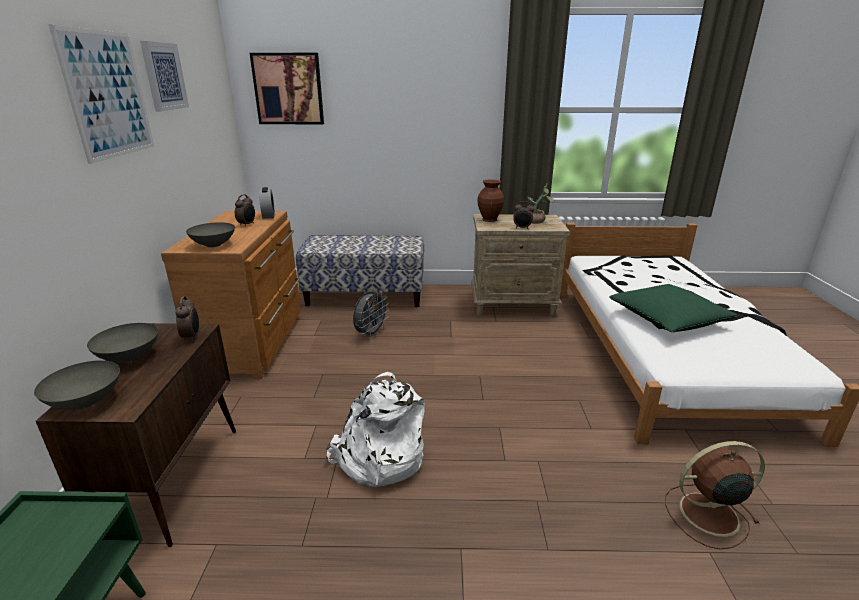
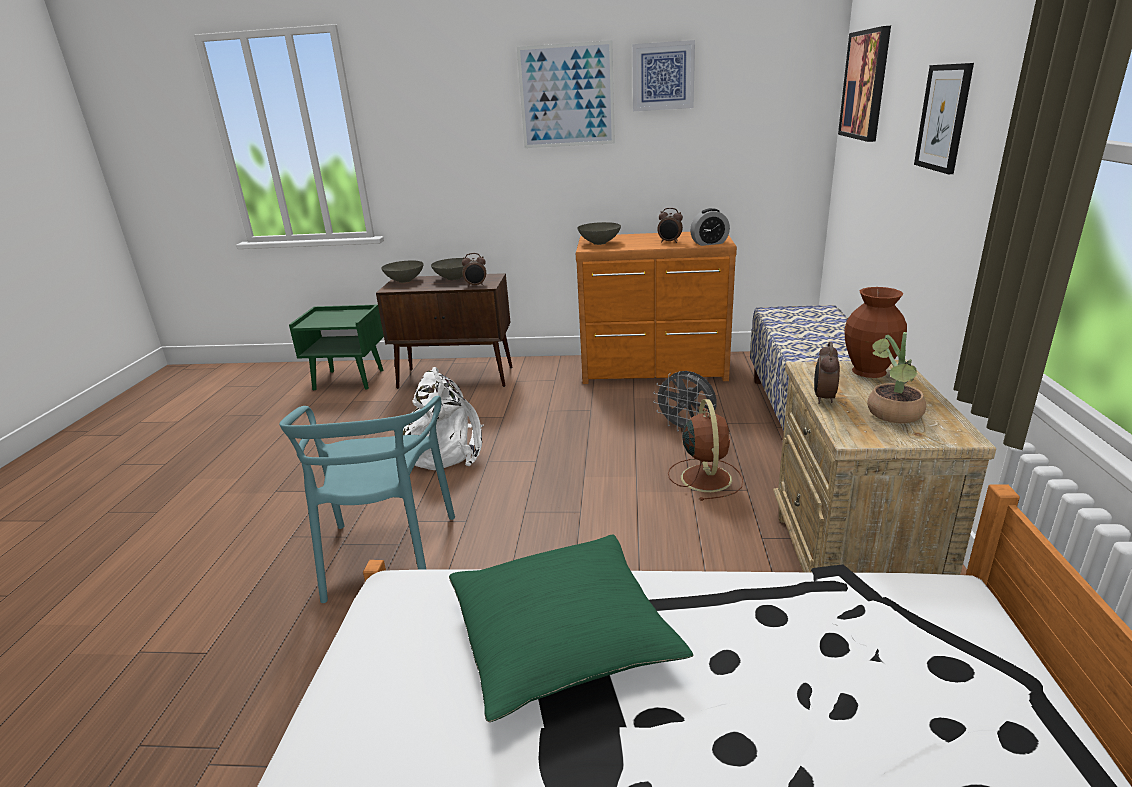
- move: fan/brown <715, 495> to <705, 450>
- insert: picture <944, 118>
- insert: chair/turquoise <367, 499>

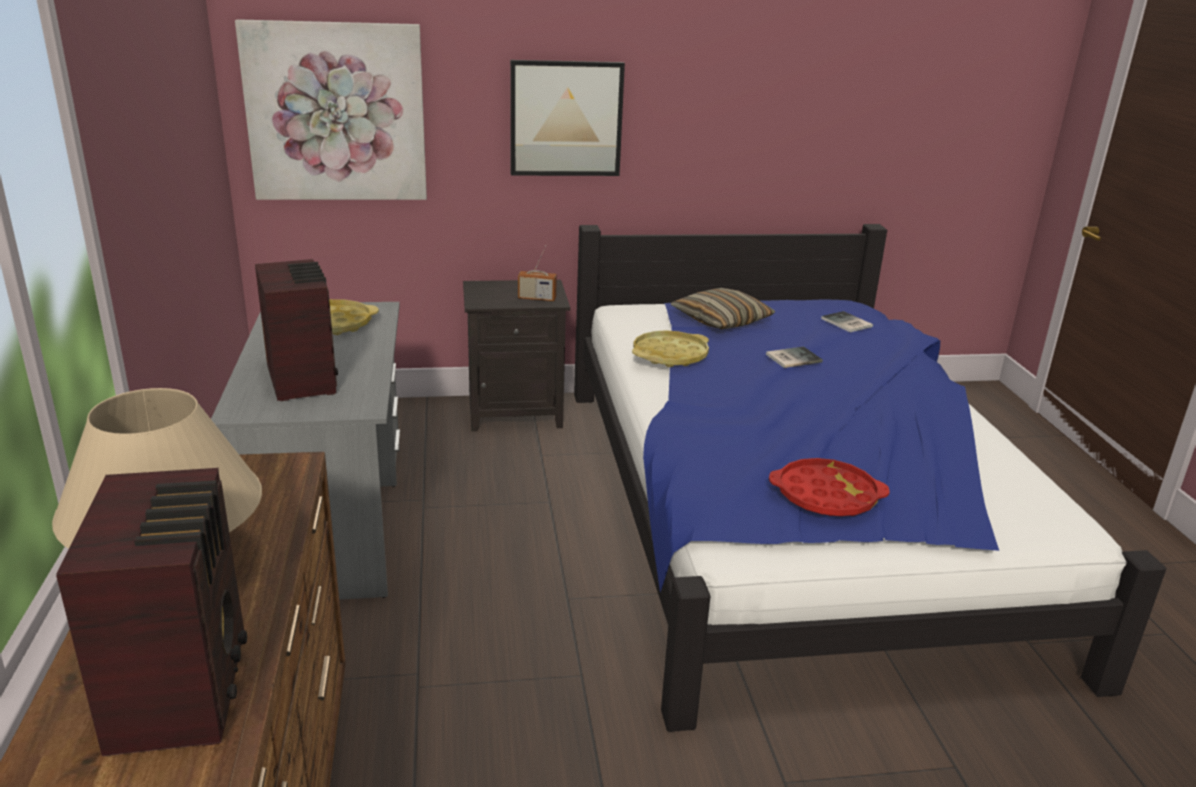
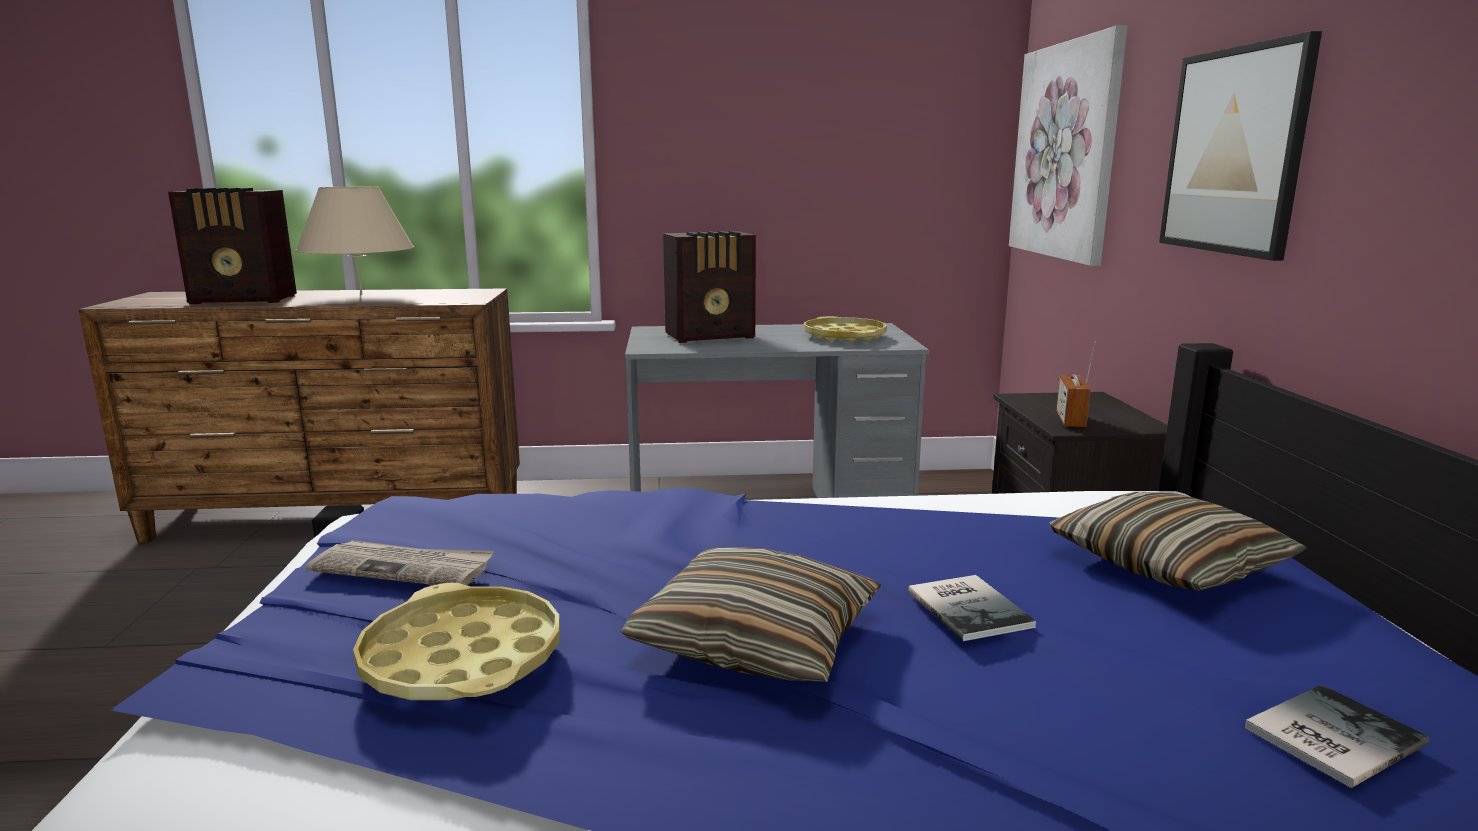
- move: tray/yellow <670, 348> to <456, 641>
- replace: tray/red <829, 487> to newspaper <400, 562>
- insert: pillow <751, 614>

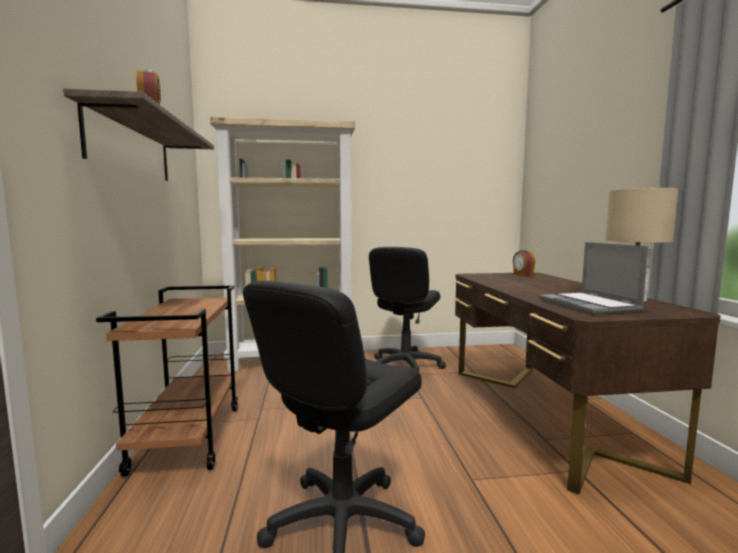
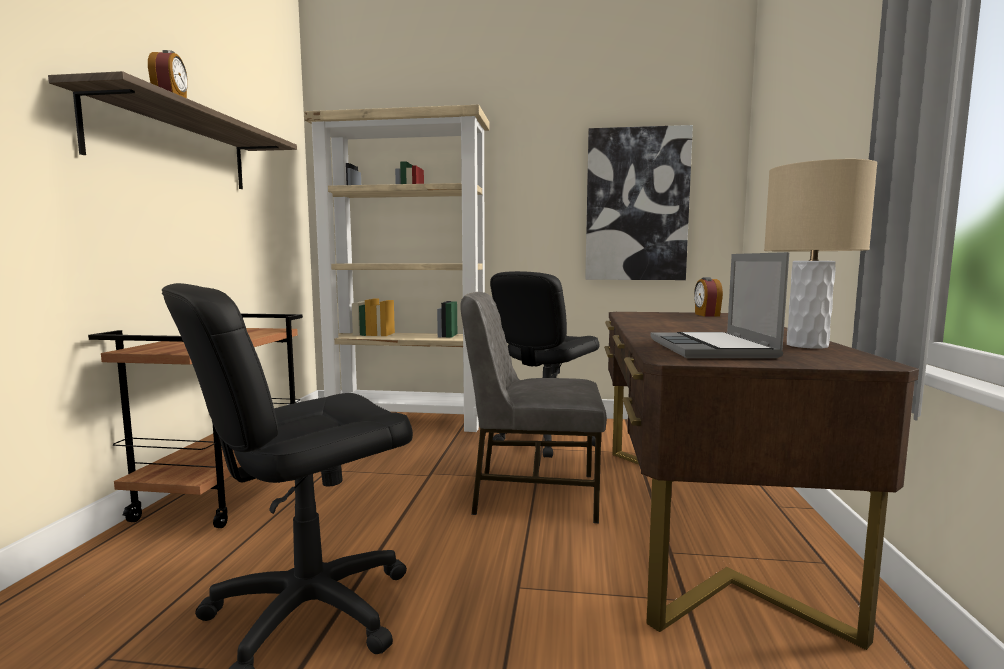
- insert: picture <639, 202>
- insert: chair/grey <533, 407>

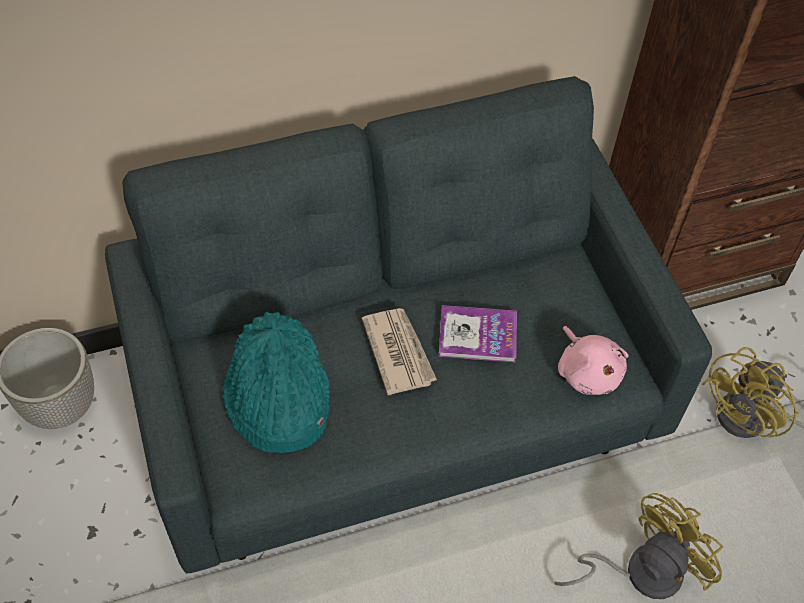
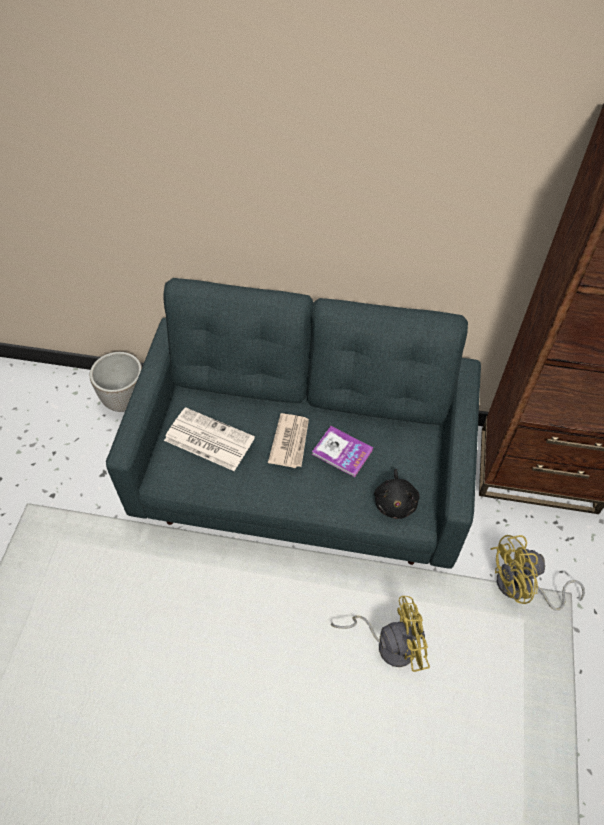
- replace: hat/turquoise <276, 382> to newspaper <209, 439>
- recolor: plush toy/pink <593, 360> to plush toy/black <397, 494>

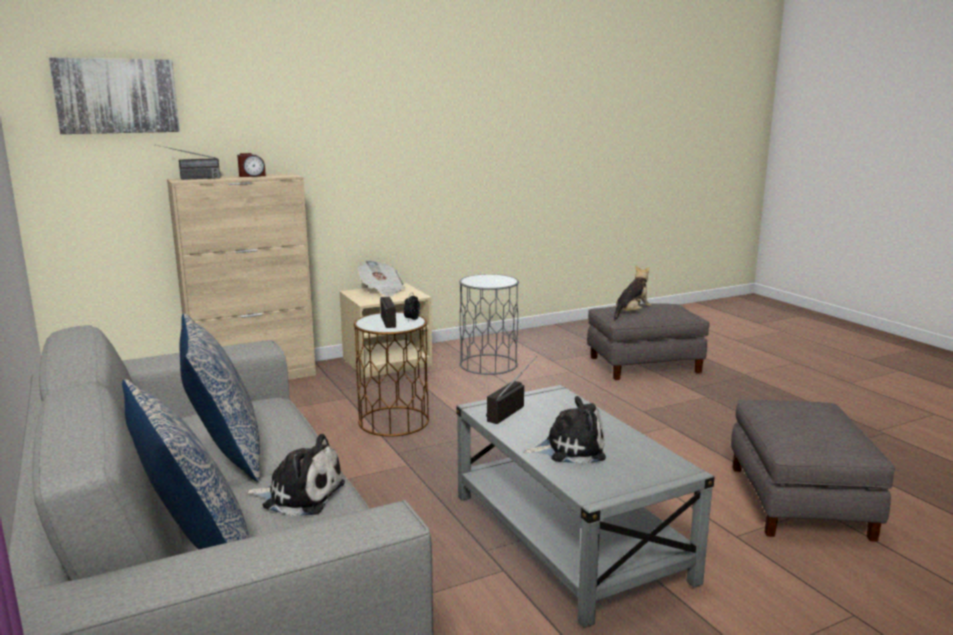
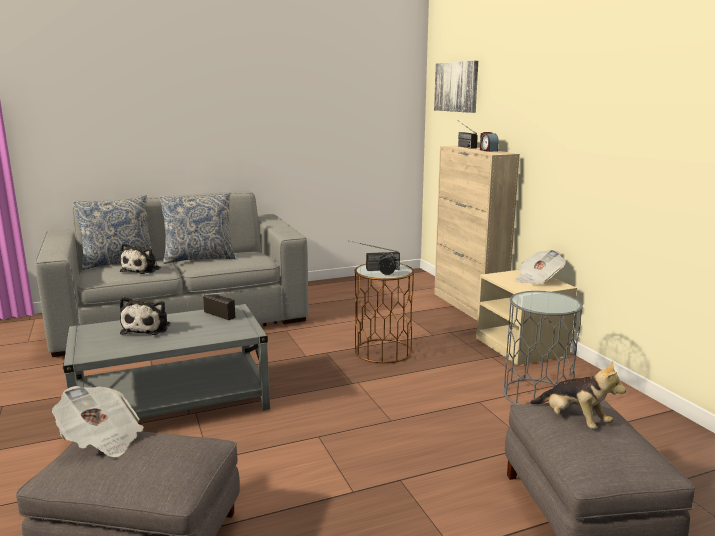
- insert: newspaper <98, 421>

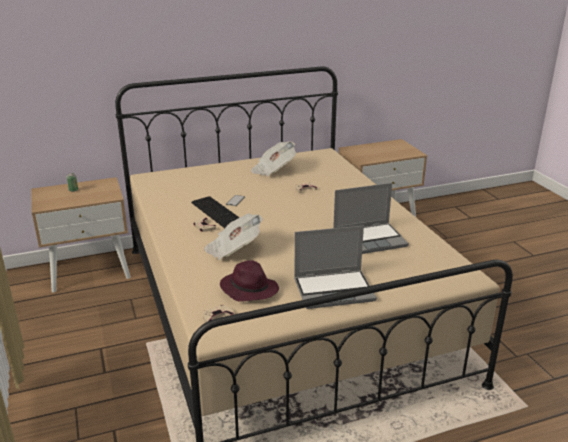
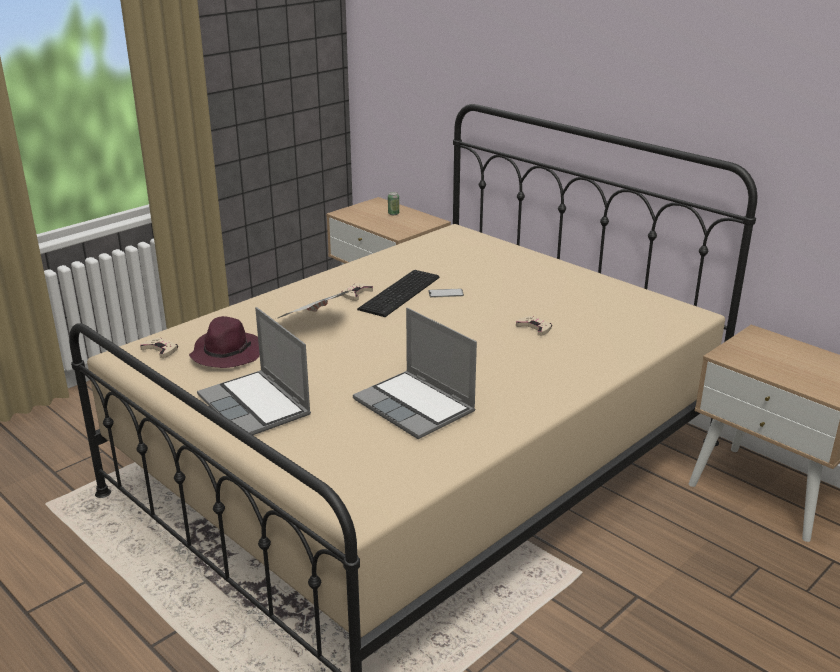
- delete: newspaper <273, 158>

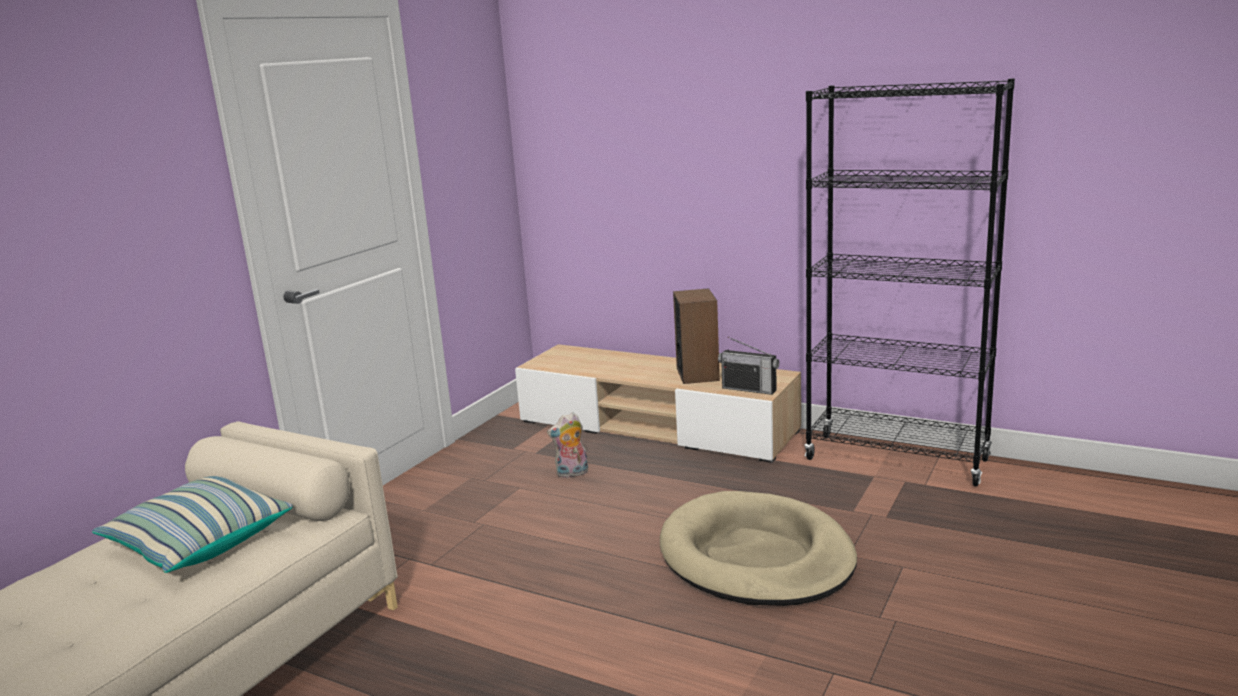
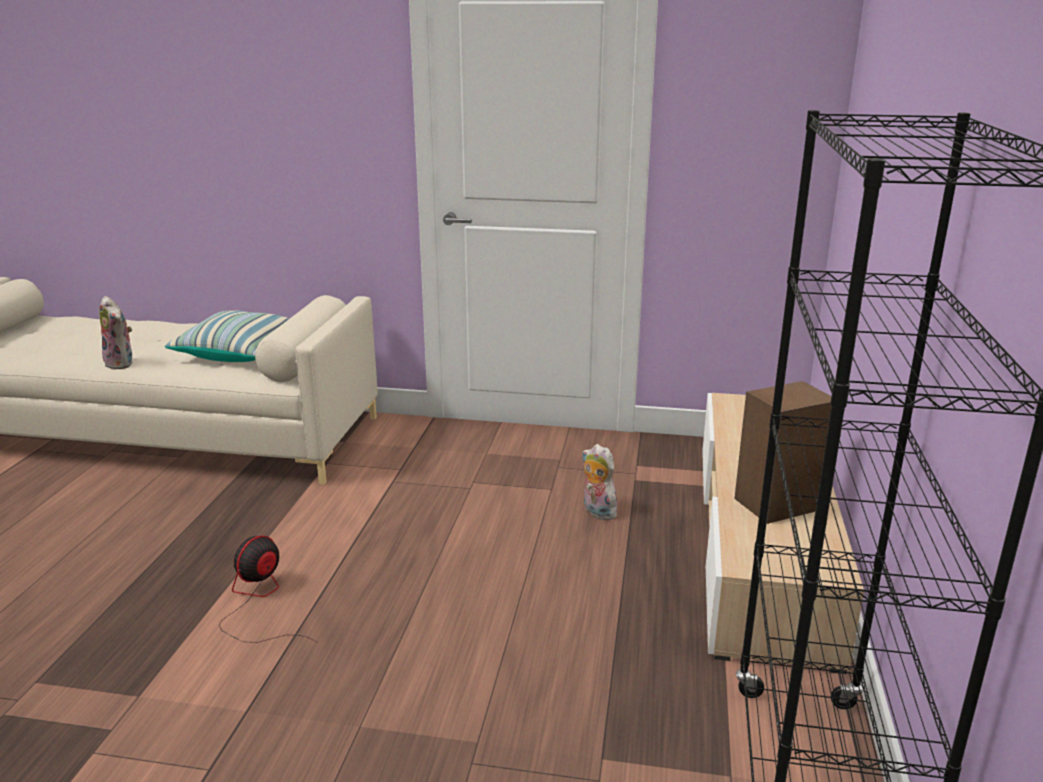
- delete: radio <748, 366>
- delete: dog bed/beige <758, 548>
- insert: plush toy <115, 333>
- insert: fan <268, 589>

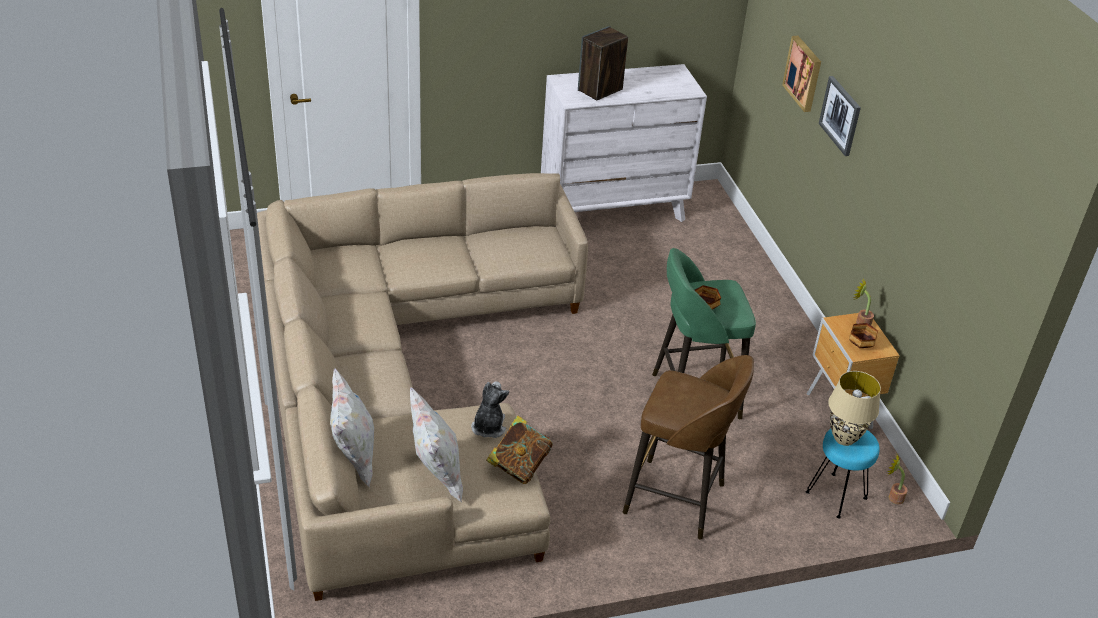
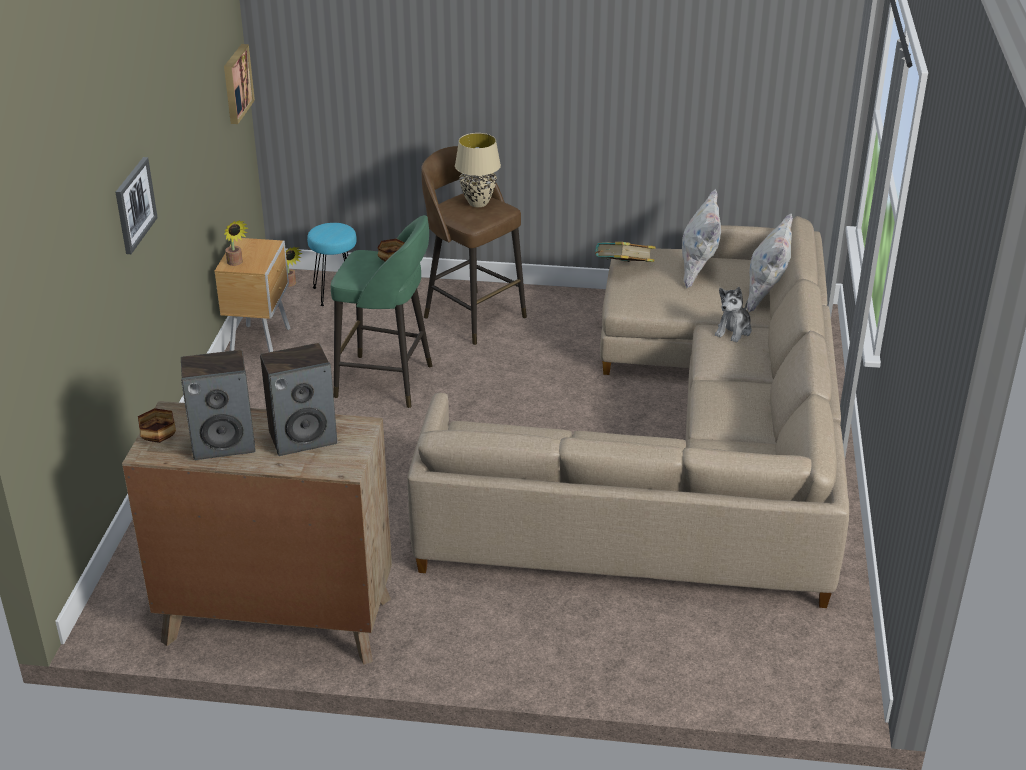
- move: picture <801, 74> to <239, 84>
- recolor: dresser/white <624, 143> to dresser/brown <257, 533>
- move: bowl <863, 335> to <157, 425>
- move: table lamp/beige <854, 408> to <478, 170>
- move: plush toy <490, 409> to <733, 314>
- insert: speaker <218, 405>

